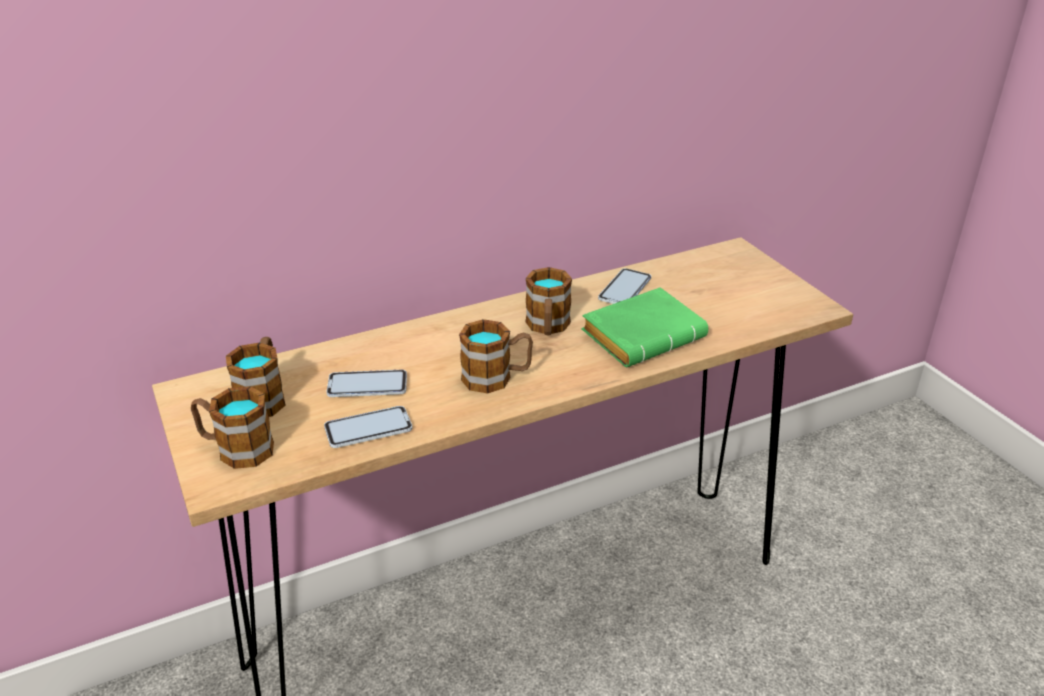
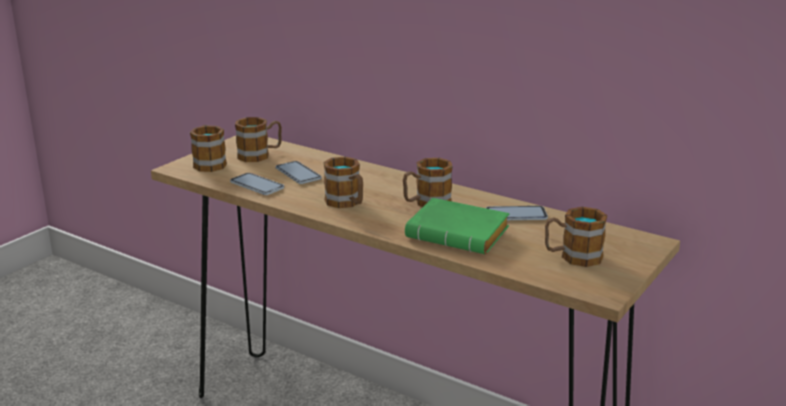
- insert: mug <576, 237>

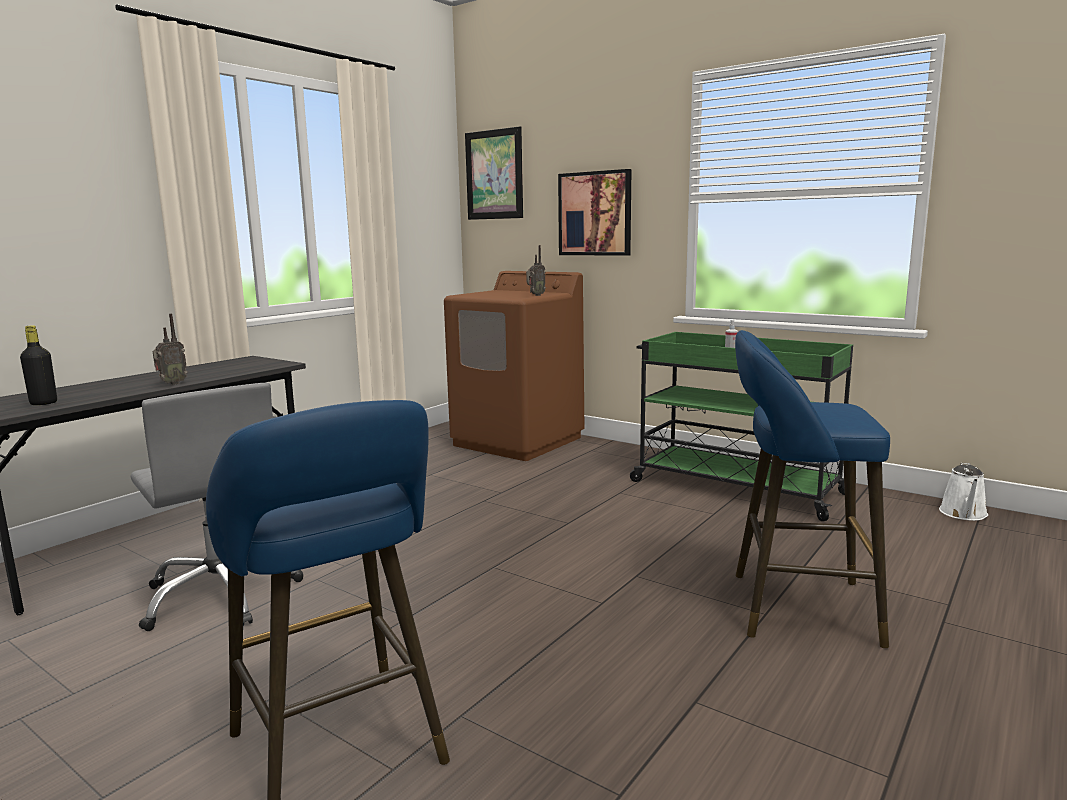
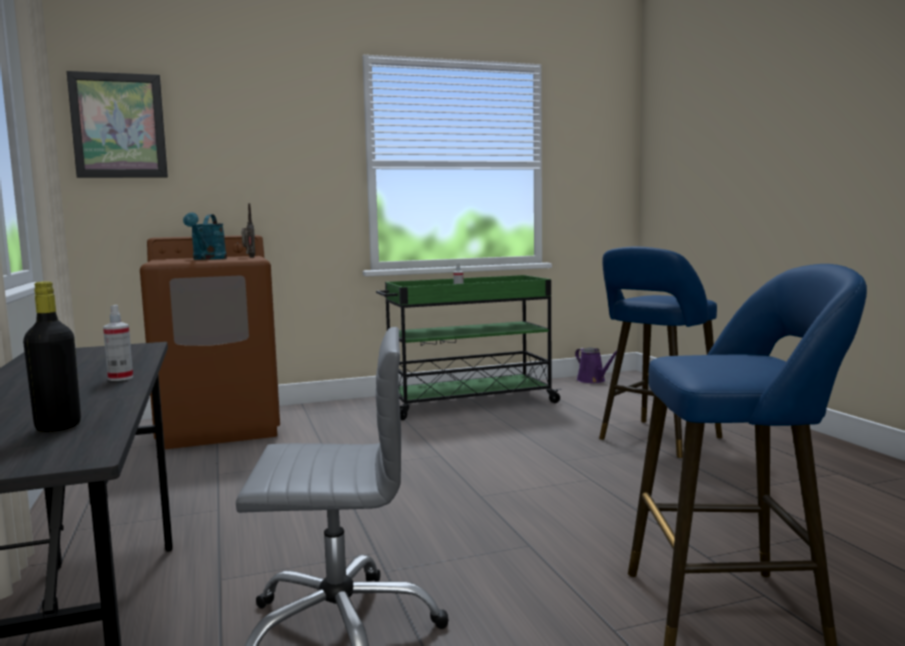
- delete: picture <595, 212>
- replace: radio <170, 349> to spray bottle <118, 343>
- recolor: watering can/white <963, 492> to watering can/purple <596, 365>
- insert: watering can/turquoise <205, 236>

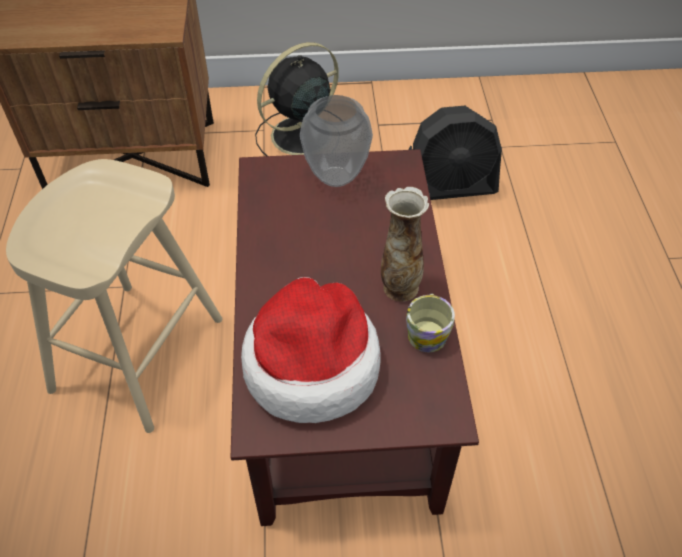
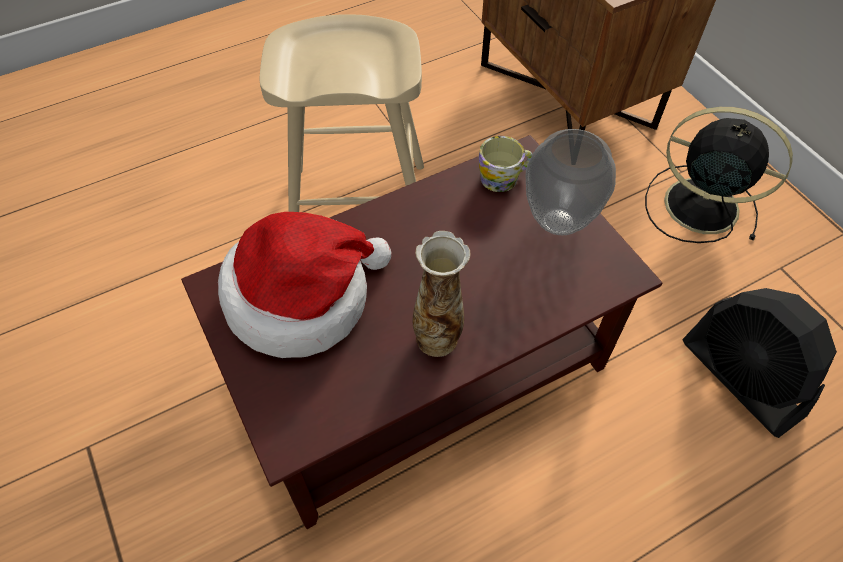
- move: mug <430, 323> to <506, 164>

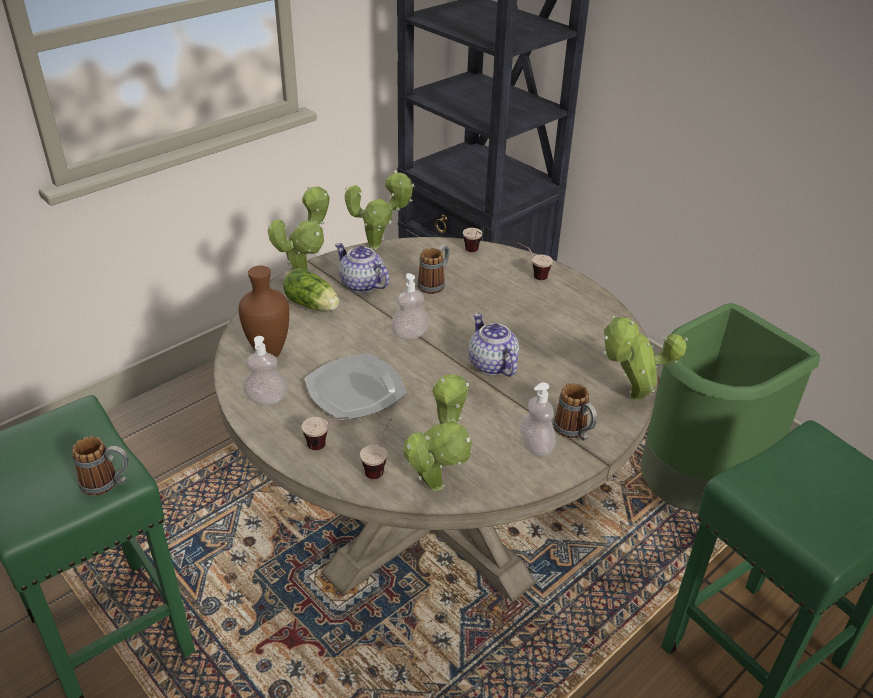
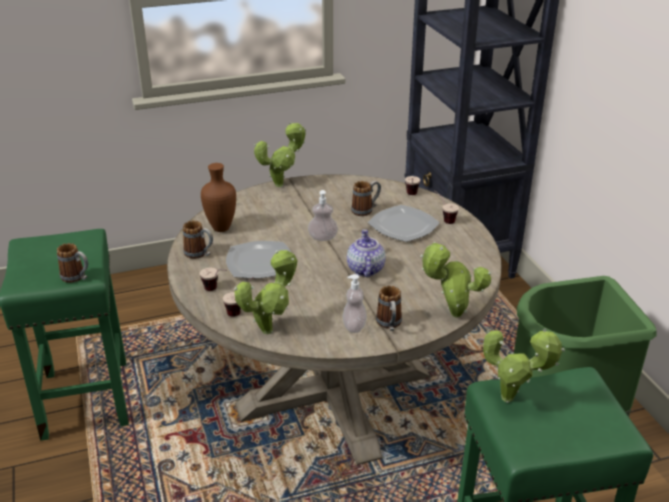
- move: potted plant <380, 209> to <524, 365>
- delete: teapot <362, 268>
- delete: lettuce <311, 289>
- replace: soap dispenser <265, 370> to mug <198, 239>
- insert: plate <404, 223>

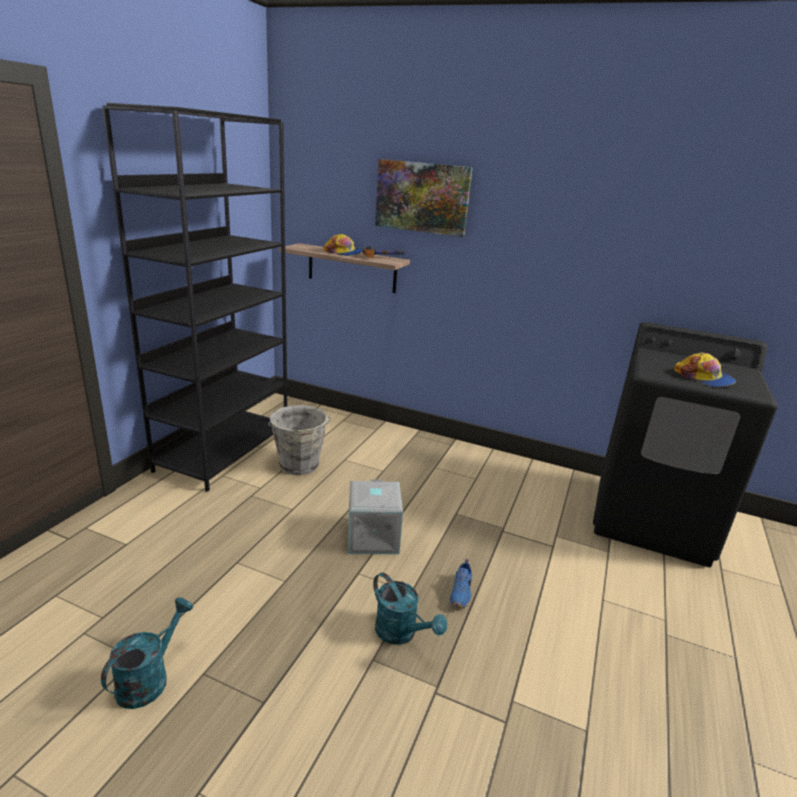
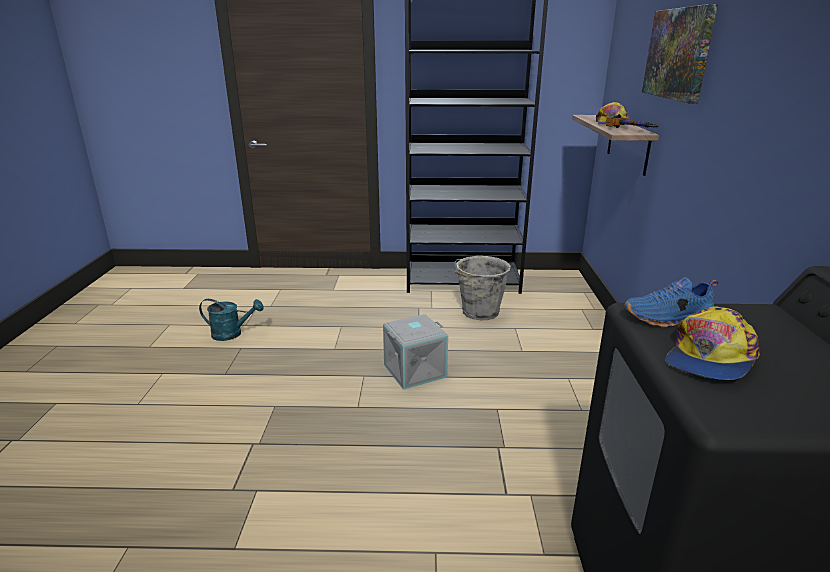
- move: shoe/blue <460, 583> to <671, 302>
- delete: watering can/turquoise <410, 609>

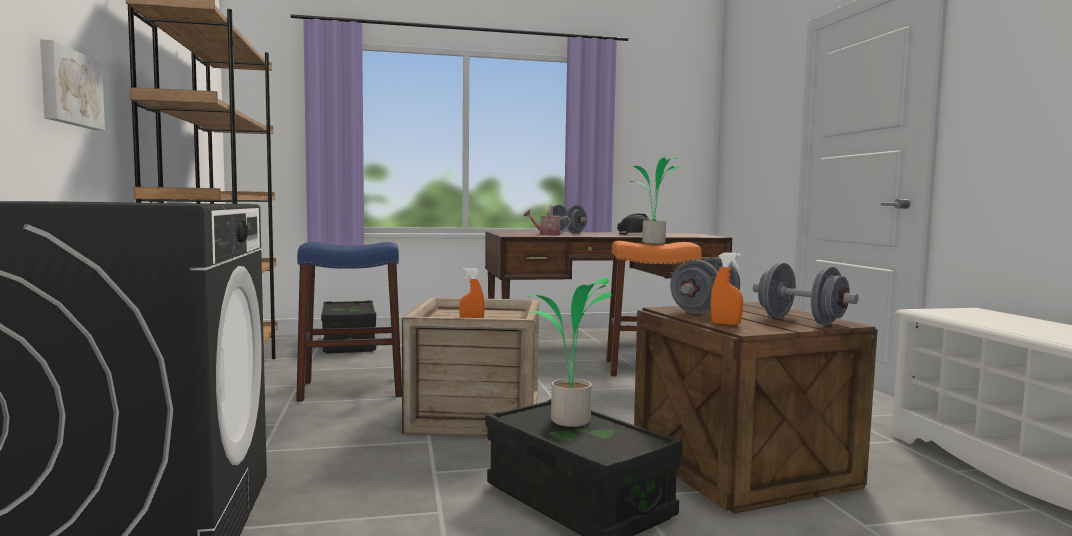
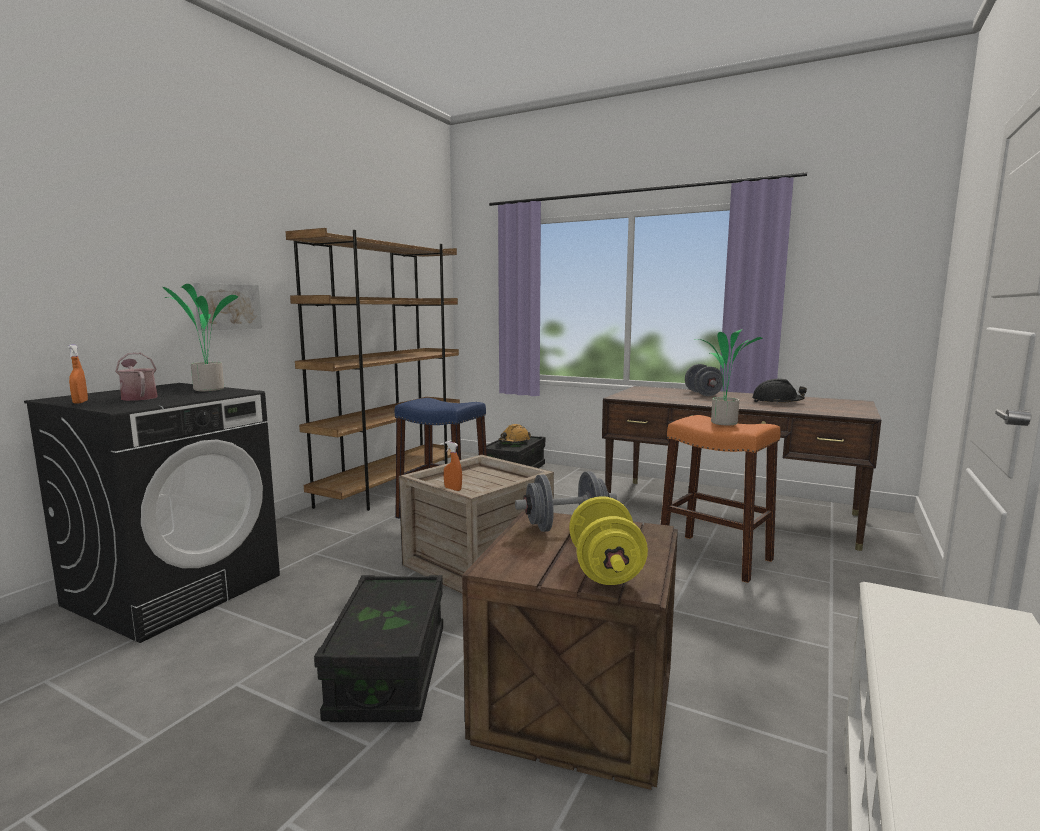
- move: watering can <547, 220> to <136, 377>
- move: spray bottle/orange <727, 288> to <77, 374>
- recolor: dumbbell/grey <805, 294> to dumbbell/yellow <608, 540>
- move: potted plant <570, 352> to <200, 337>
- insert: hard hat/orange <514, 433>

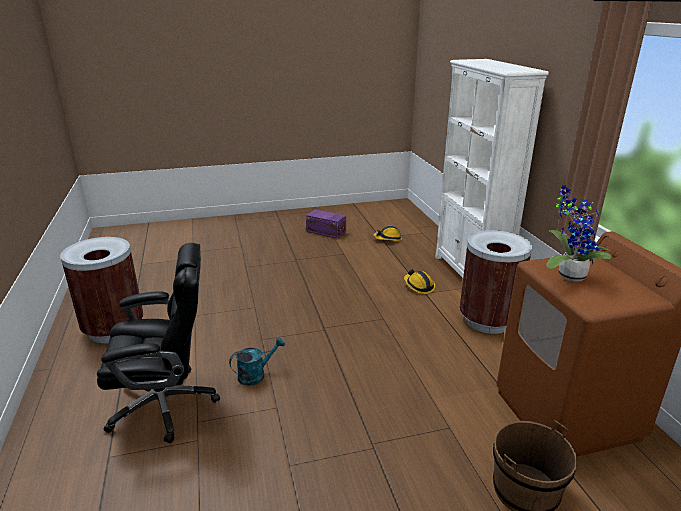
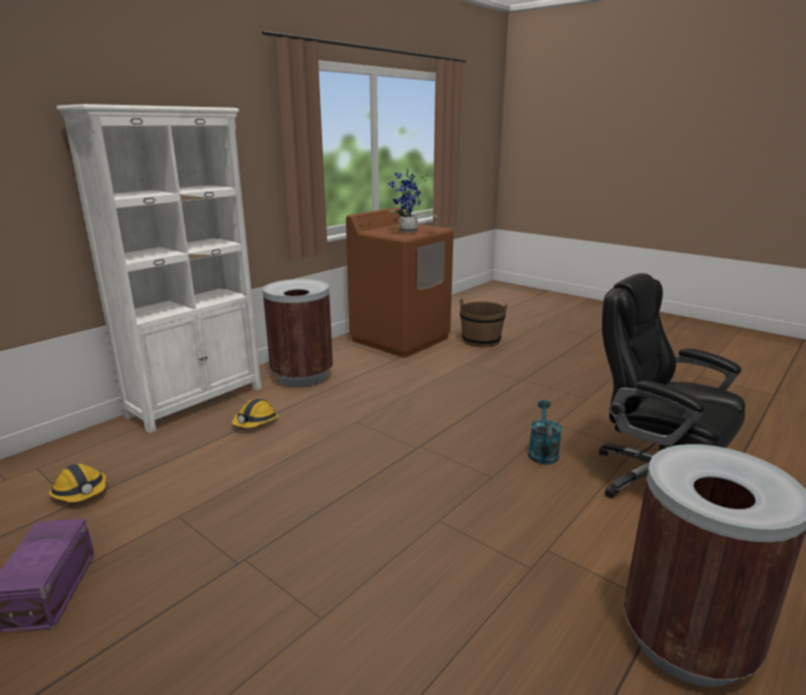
- rotate: watering can/turquoise <257, 361> = <545, 432> 75 degrees clockwise

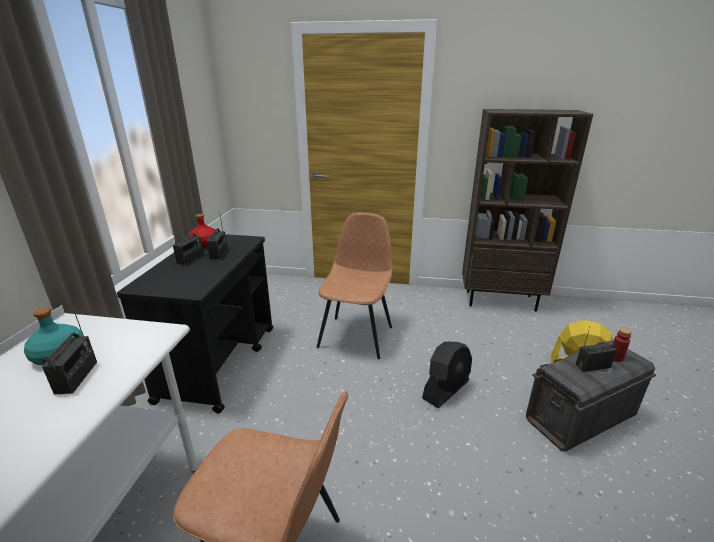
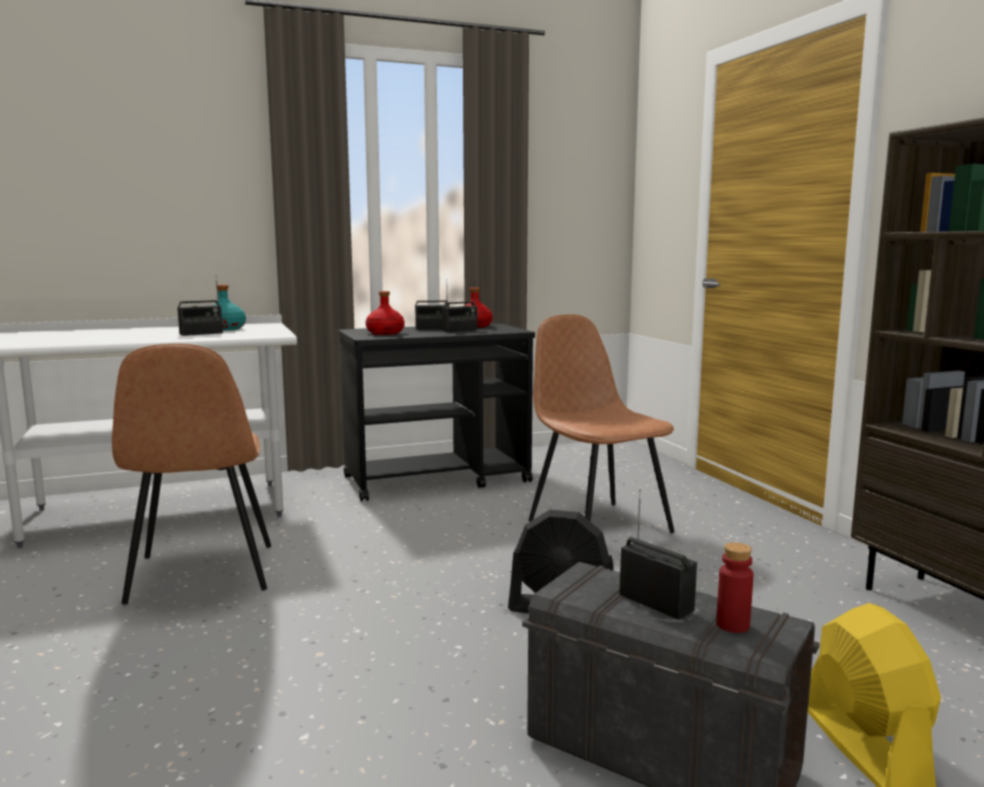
- rotate: chair/brown <355, 285> = <601, 423> 105 degrees counterclockwise
- insert: bottle/red <385, 313>

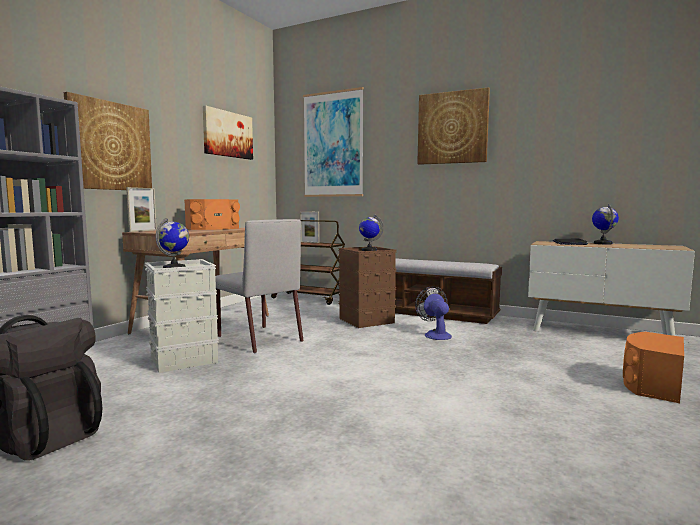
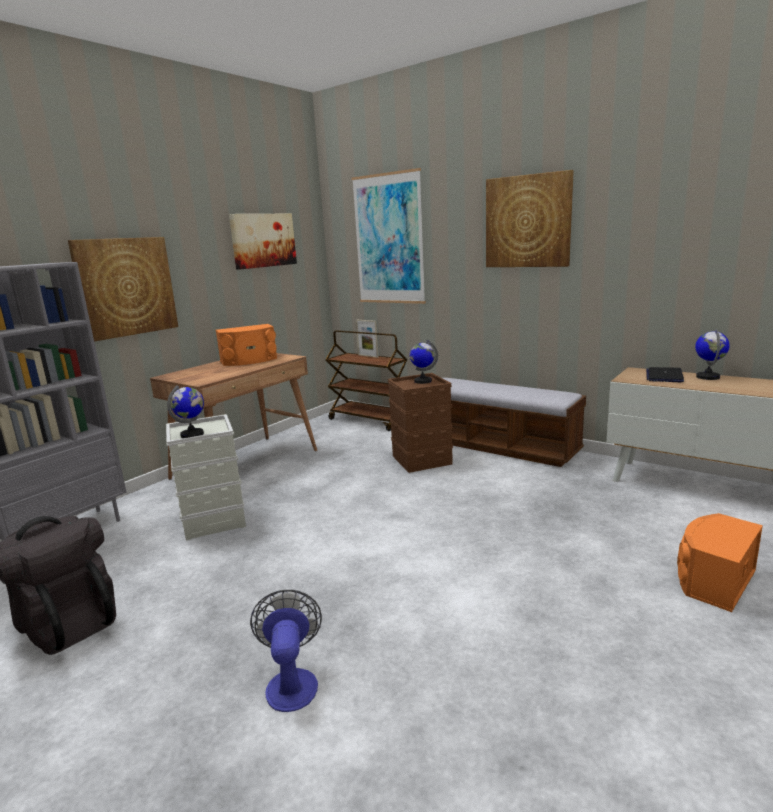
- delete: picture frame <141, 209>
- delete: chair/grey <259, 286>
- move: fan <433, 313> to <286, 651>

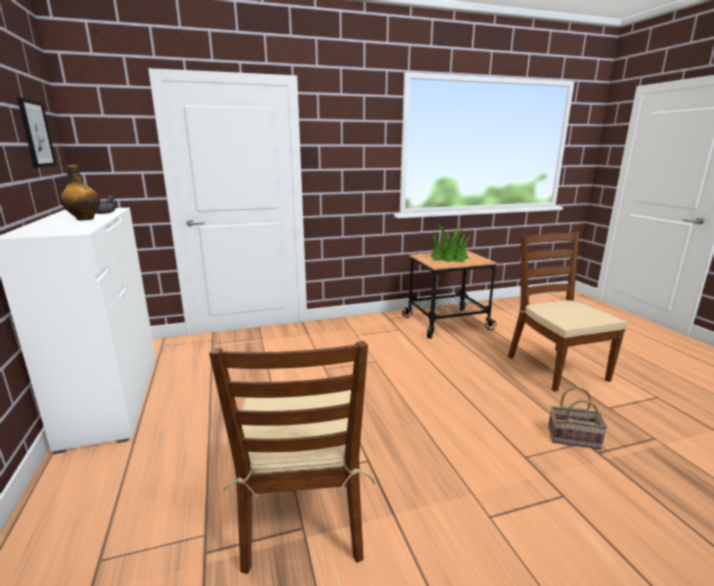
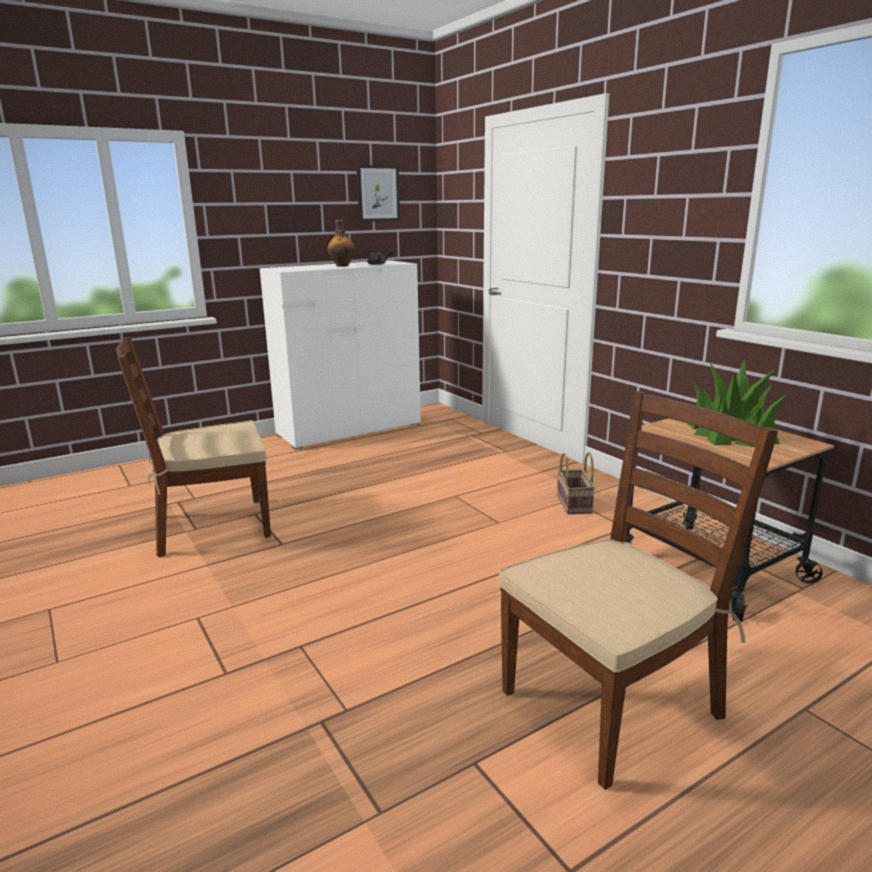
- move: basket <578, 417> to <576, 483>

